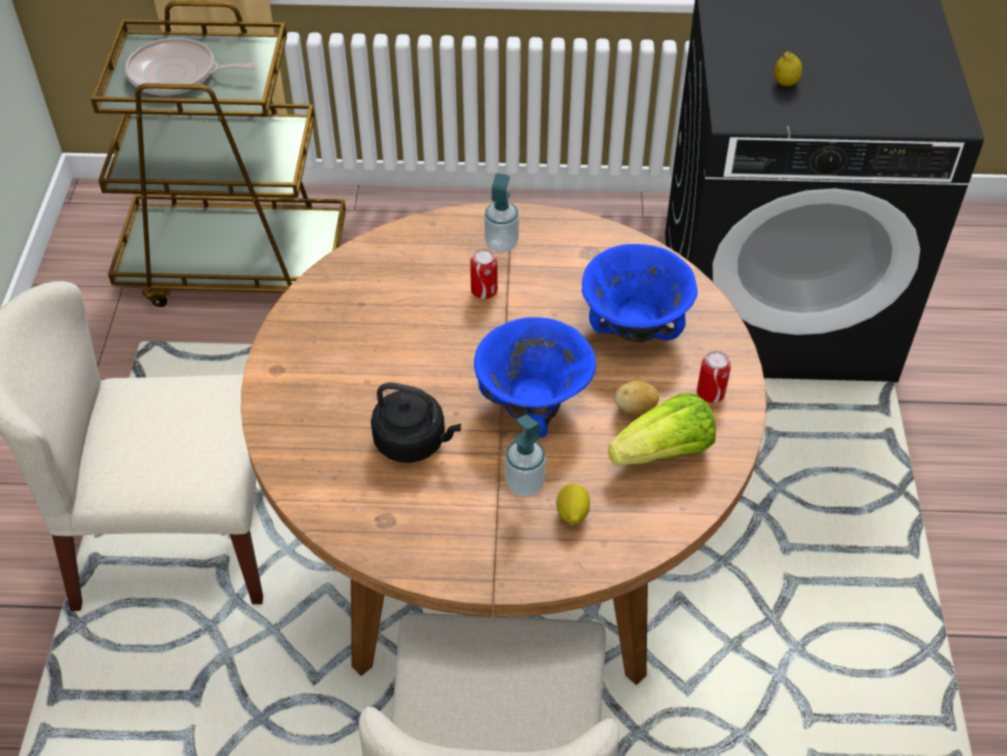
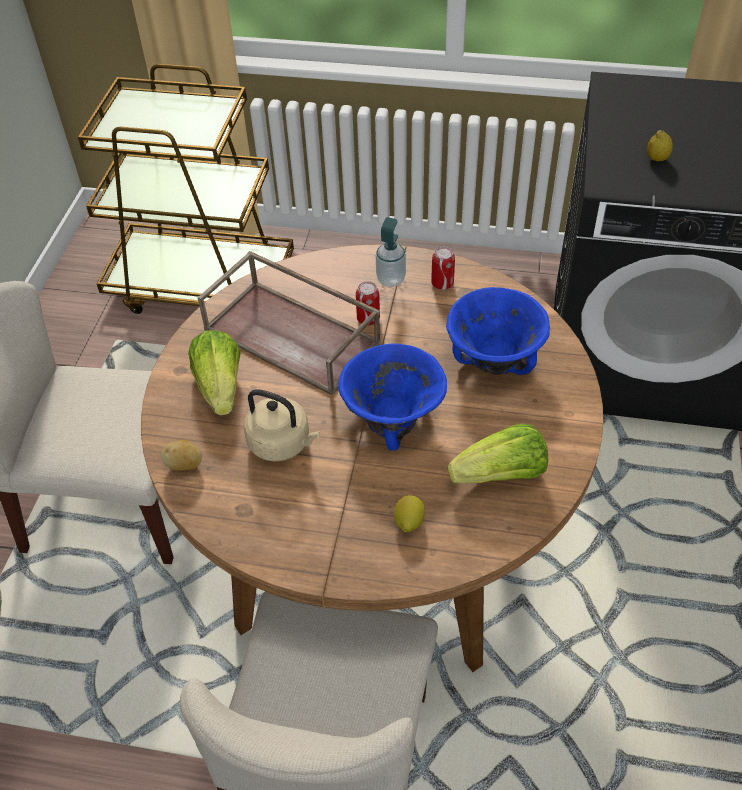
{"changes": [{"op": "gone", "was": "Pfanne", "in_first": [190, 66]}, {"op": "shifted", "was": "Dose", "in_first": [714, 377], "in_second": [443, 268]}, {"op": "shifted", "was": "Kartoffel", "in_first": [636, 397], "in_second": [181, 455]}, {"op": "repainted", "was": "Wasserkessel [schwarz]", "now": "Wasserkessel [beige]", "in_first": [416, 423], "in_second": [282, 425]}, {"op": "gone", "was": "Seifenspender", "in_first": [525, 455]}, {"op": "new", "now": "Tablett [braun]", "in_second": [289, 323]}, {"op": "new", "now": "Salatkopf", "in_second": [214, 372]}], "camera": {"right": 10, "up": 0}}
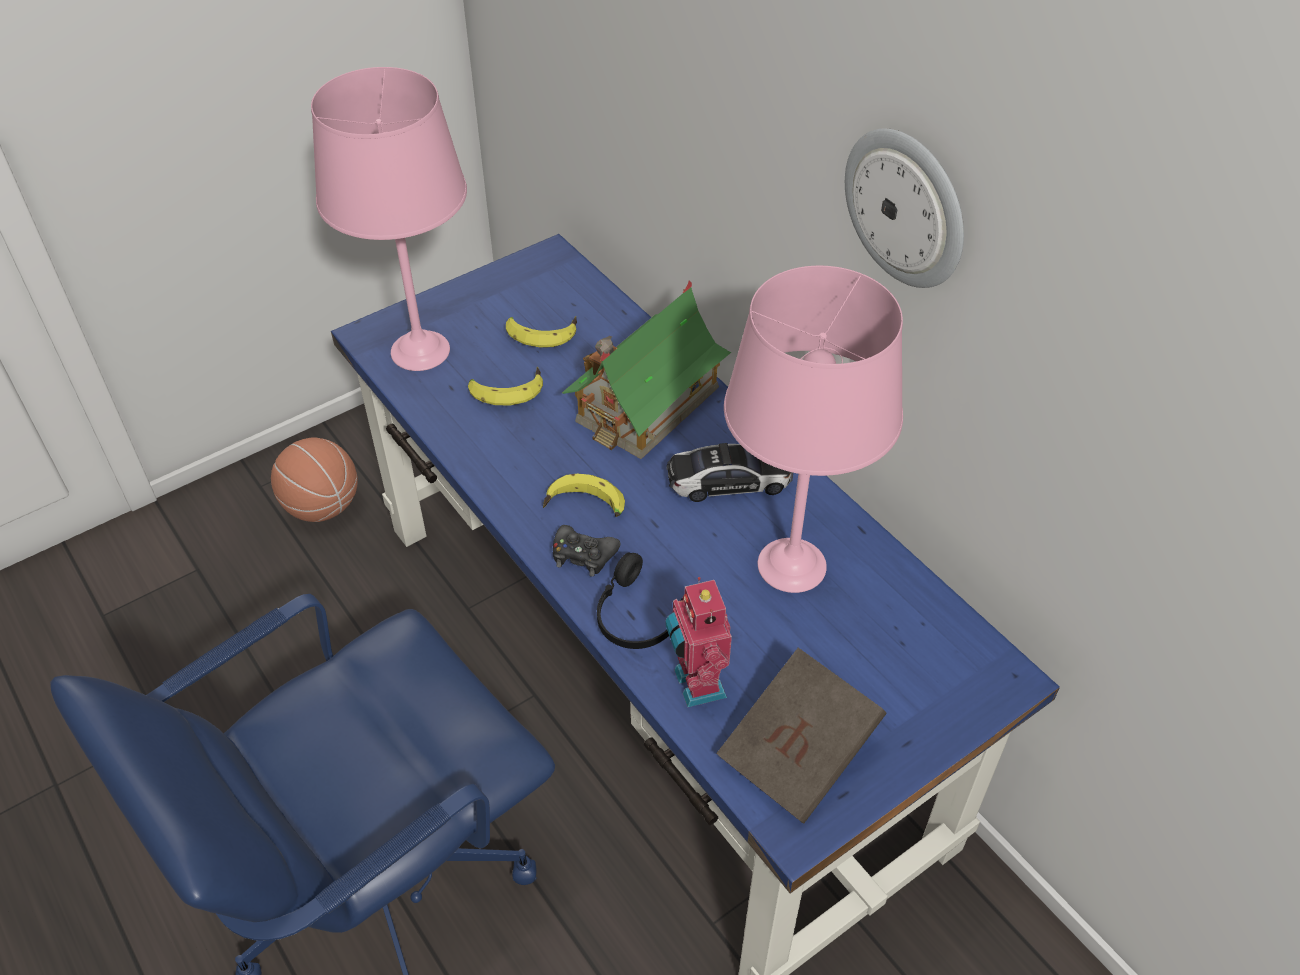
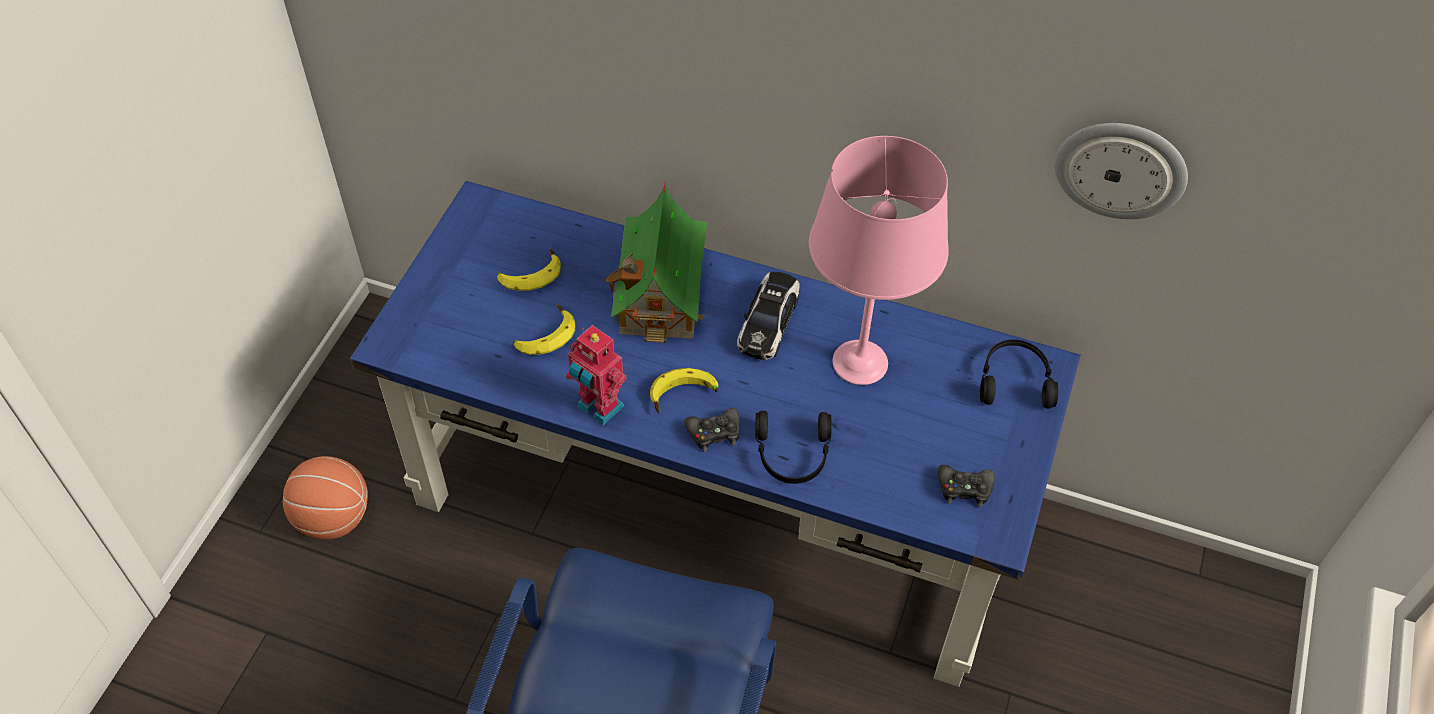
{"changes": [{"op": "gone", "was": "Tischlampe [rosa]", "in_first": [389, 219]}, {"op": "shifted", "was": "Wanduhr", "in_first": [904, 208], "in_second": [1121, 171]}, {"op": "rotated", "was": "Spielzeugauto", "in_first": [729, 472], "in_second": [768, 316], "clockwise": 150}, {"op": "shifted", "was": "Spielzeugroboter", "in_first": [698, 642], "in_second": [596, 375]}, {"op": "swapped", "was": "Buch [braun]", "now": "Gamepad [schwarz]", "in_first": [801, 736], "in_second": [966, 486]}, {"op": "new", "now": "Kopfhörer [schwarz]", "in_second": [1019, 374]}], "camera": {"right": -35, "up": 5}}
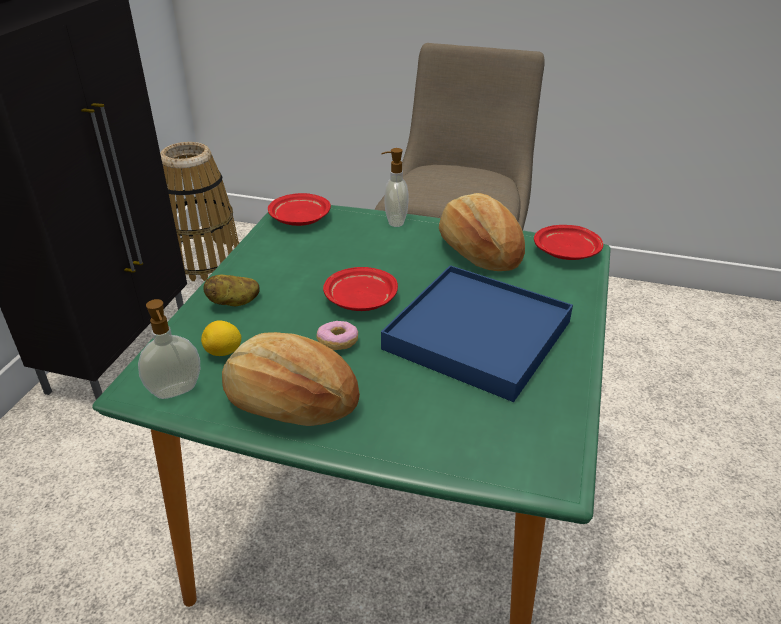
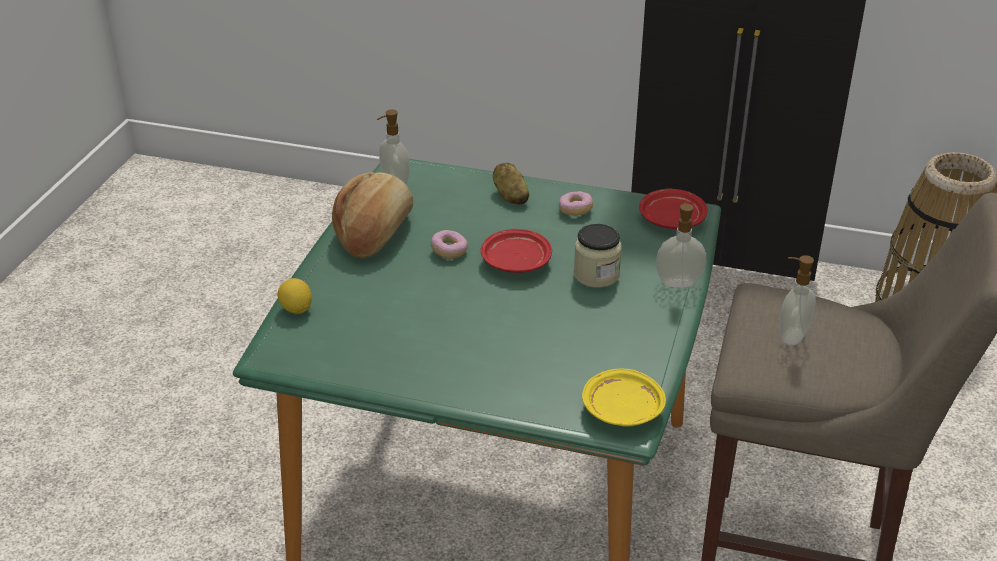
{"changes": [{"op": "gone", "was": "Brot", "in_first": [482, 232]}, {"op": "repainted", "was": "Teller [rot]", "now": "Teller [gelb]", "in_first": [568, 242], "in_second": [624, 398]}, {"op": "gone", "was": "Tablett [blau]", "in_first": [477, 333]}, {"op": "shifted", "was": "Zitrone", "in_first": [221, 338], "in_second": [295, 296]}, {"op": "new", "now": "Donut", "in_second": [576, 203]}, {"op": "new", "now": "Vorratsglas", "in_second": [598, 256]}, {"op": "new", "now": "Seifenspender", "in_second": [797, 300]}], "camera": {"right": 90, "up": 0}}
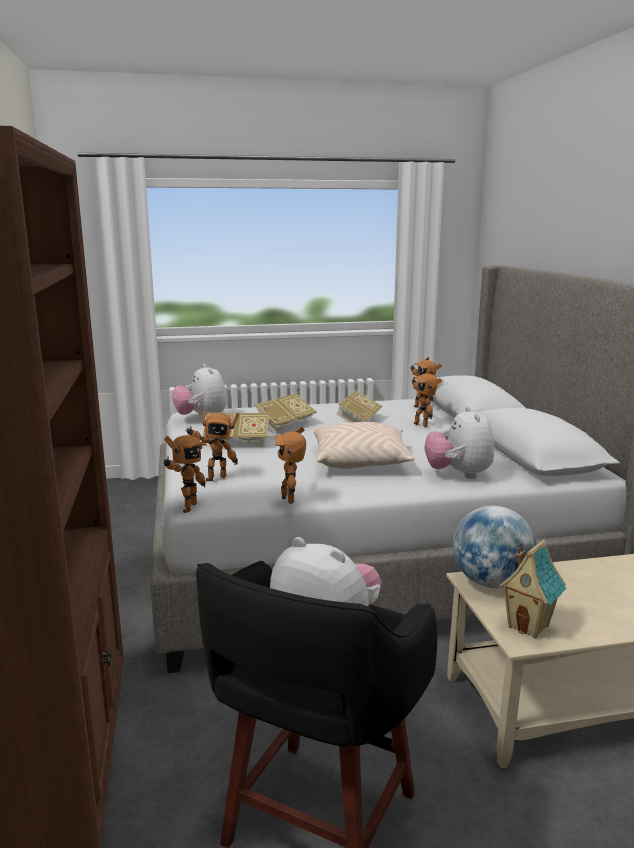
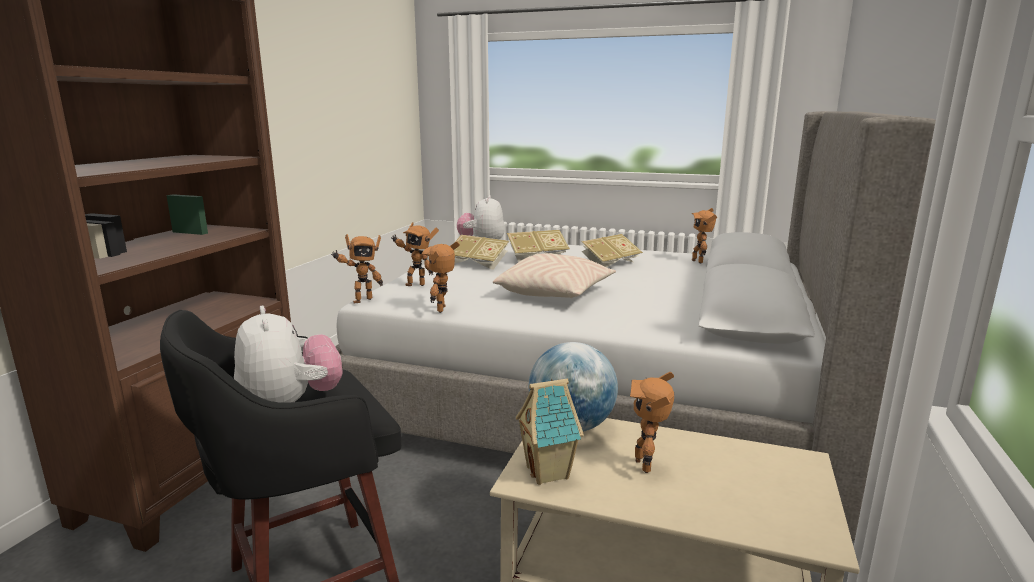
{"changes": [{"op": "shifted", "was": "Spielzeugroboter", "in_first": [427, 398], "in_second": [652, 422]}, {"op": "gone", "was": "Plüschtier", "in_first": [459, 442]}], "camera": {"right": 30, "up": 0}}
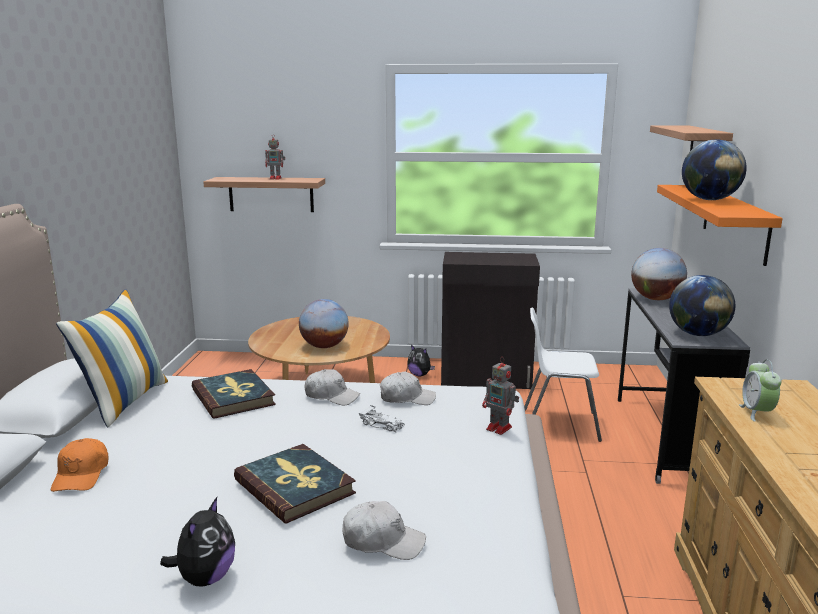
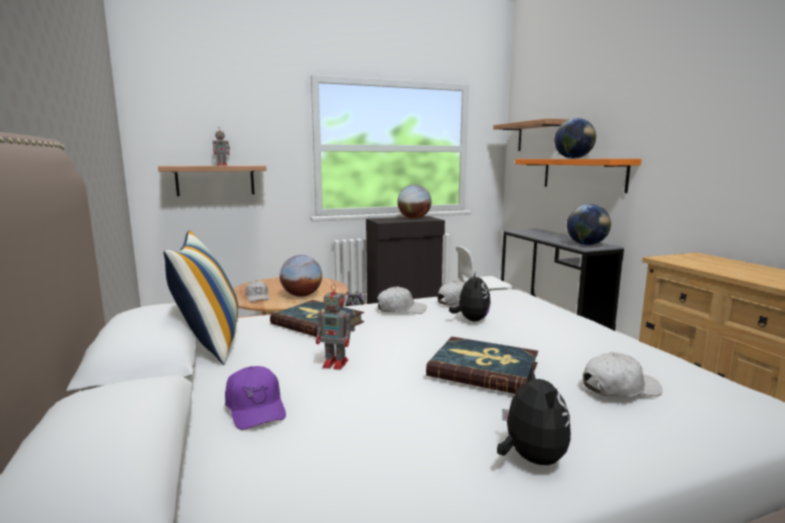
{"changes": [{"op": "shifted", "was": "Globus", "in_first": [659, 274], "in_second": [414, 202]}, {"op": "shifted", "was": "Spielzeugroboter", "in_first": [500, 396], "in_second": [335, 327]}, {"op": "gone", "was": "Wecker", "in_first": [760, 390]}, {"op": "swapped", "was": "Spielzeugauto [weiß]", "now": "Plüschtier", "in_first": [382, 418], "in_second": [470, 296]}, {"op": "repainted", "was": "Kappe [orange]", "now": "Kappe [lila]", "in_first": [79, 465], "in_second": [255, 398]}, {"op": "new", "now": "Kappe [weiß]", "in_second": [257, 291]}], "camera": {"right": -25, "up": -5}}
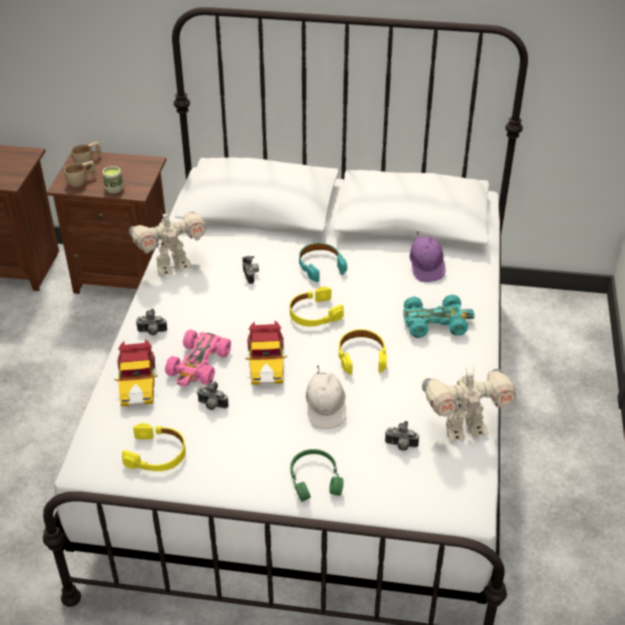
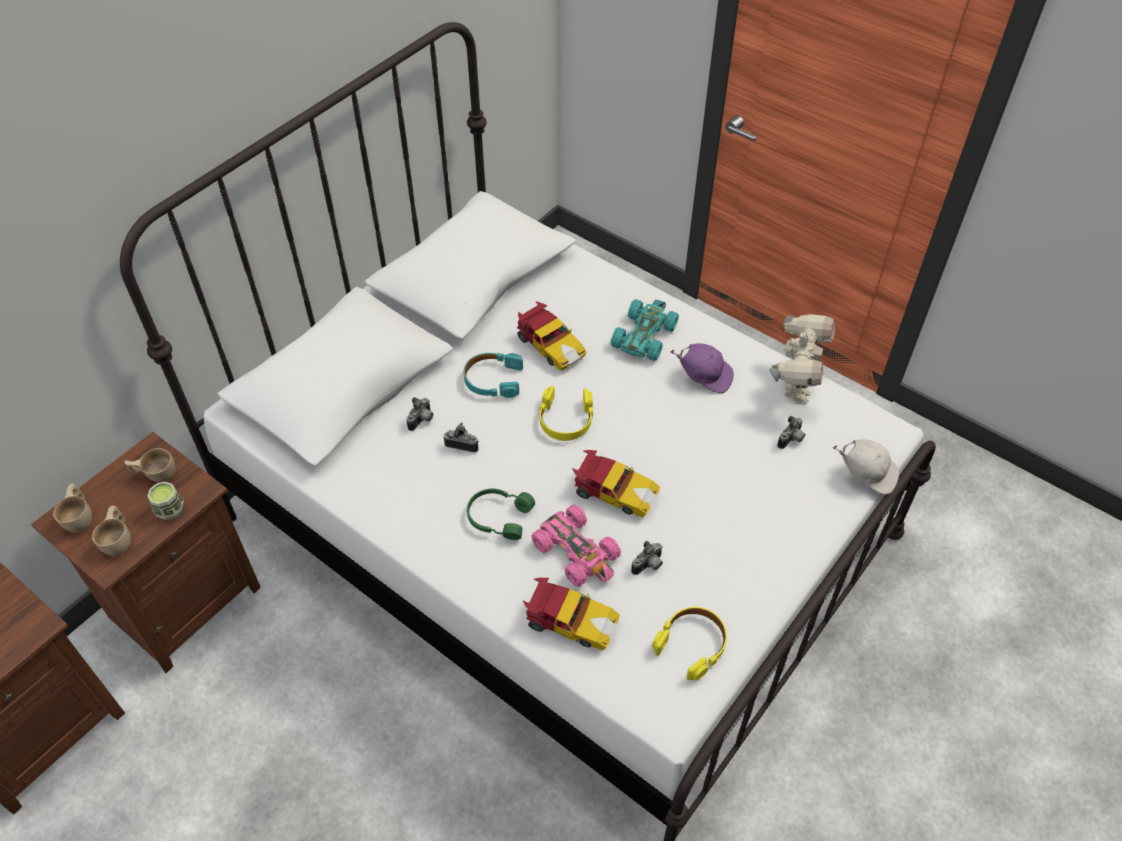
{"changes": [{"op": "gone", "was": "Spielzeugroboter", "in_first": [167, 241]}, {"op": "shifted", "was": "Kappe [lila]", "in_first": [427, 256], "in_second": [702, 368]}, {"op": "shifted", "was": "Kamera", "in_first": [151, 322], "in_second": [419, 414]}, {"op": "gone", "was": "Kopfhörer [gelb]", "in_first": [362, 352]}, {"op": "shifted", "was": "Kappe [weiß]", "in_first": [326, 397], "in_second": [866, 467]}, {"op": "shifted", "was": "Kopfhörer [grün]", "in_first": [316, 475], "in_second": [501, 514]}, {"op": "new", "now": "Spielzeugauto", "in_second": [552, 336]}, {"op": "new", "now": "Tasse [beige]", "in_second": [150, 465]}], "camera": {"right": -60, "up": 10}}
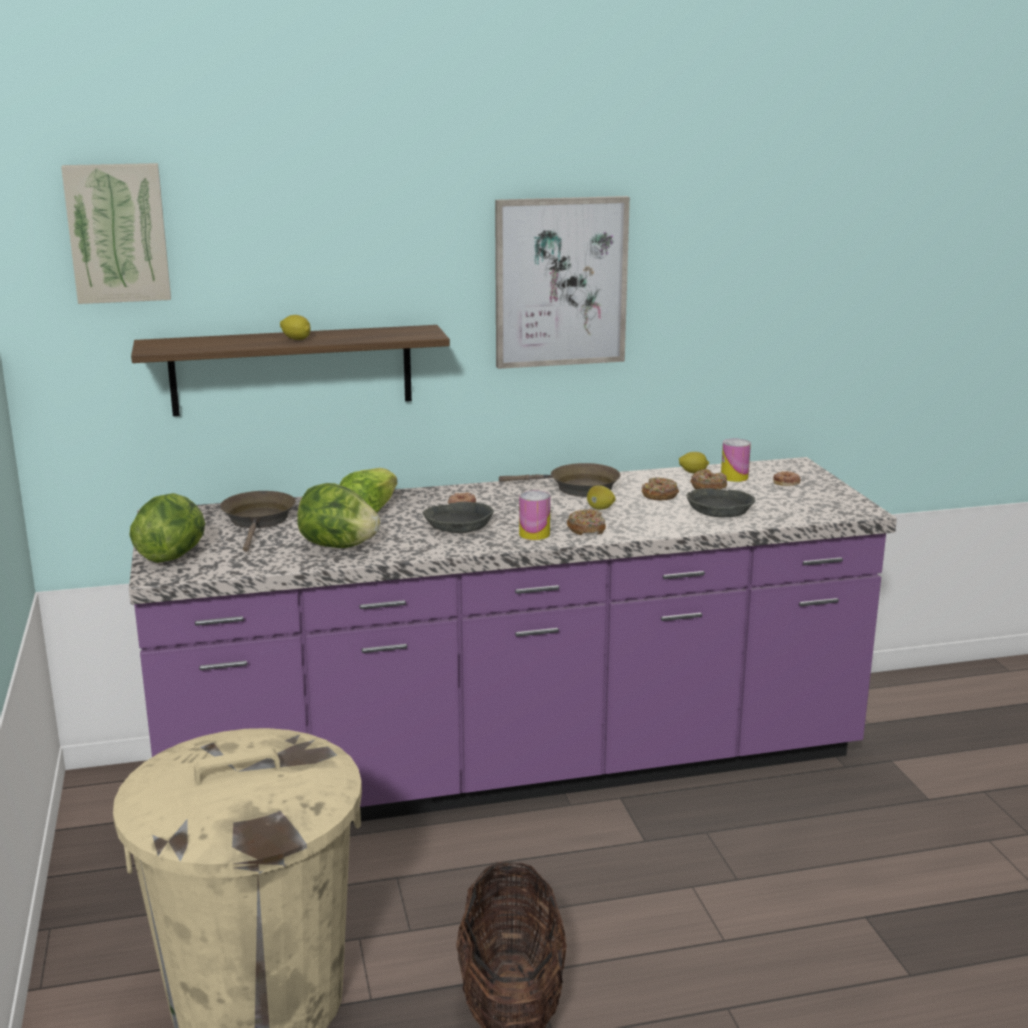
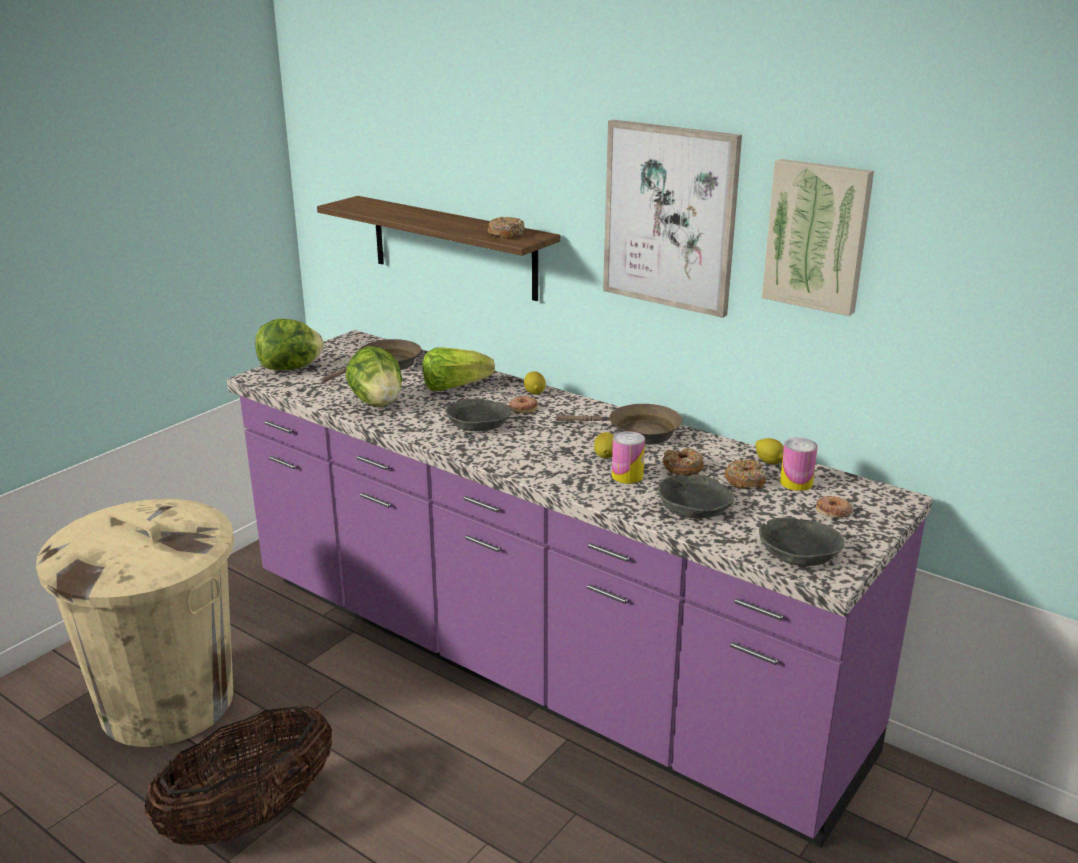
{"changes": [{"op": "shifted", "was": "Bild", "in_first": [116, 233], "in_second": [818, 237]}, {"op": "shifted", "was": "Zitrone", "in_first": [295, 327], "in_second": [535, 383]}, {"op": "rotated", "was": "Pfanne [braun]", "in_first": [559, 480], "in_second": [619, 424], "clockwise": -45}, {"op": "shifted", "was": "Dose", "in_first": [534, 515], "in_second": [628, 457]}, {"op": "shifted", "was": "Donut", "in_first": [586, 522], "in_second": [506, 227]}, {"op": "new", "now": "Schüssel [grau]", "in_second": [801, 541]}], "camera": {"right": 50, "up": 5}}
